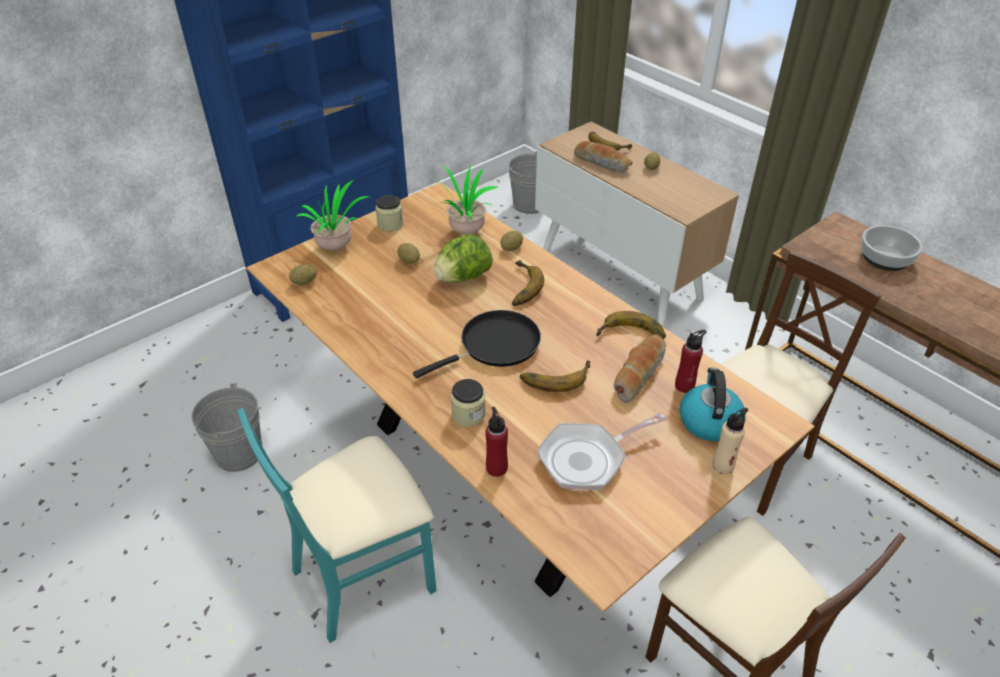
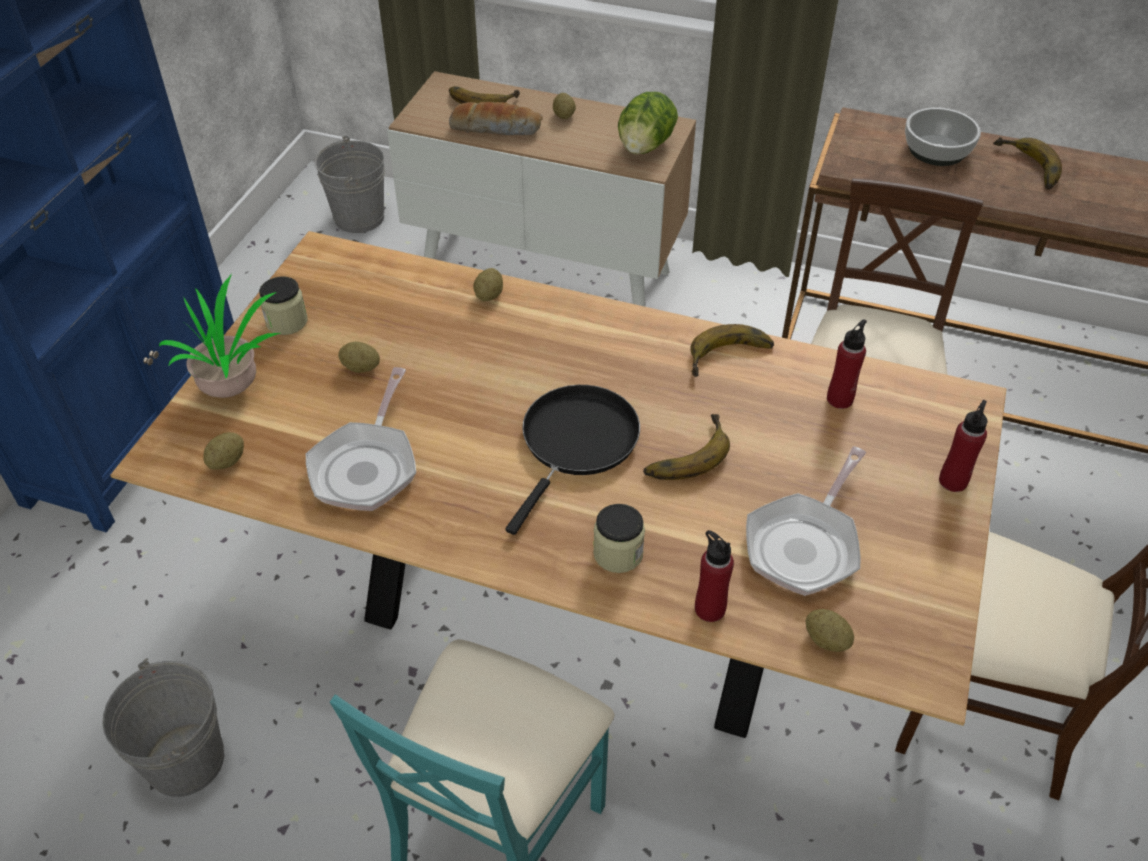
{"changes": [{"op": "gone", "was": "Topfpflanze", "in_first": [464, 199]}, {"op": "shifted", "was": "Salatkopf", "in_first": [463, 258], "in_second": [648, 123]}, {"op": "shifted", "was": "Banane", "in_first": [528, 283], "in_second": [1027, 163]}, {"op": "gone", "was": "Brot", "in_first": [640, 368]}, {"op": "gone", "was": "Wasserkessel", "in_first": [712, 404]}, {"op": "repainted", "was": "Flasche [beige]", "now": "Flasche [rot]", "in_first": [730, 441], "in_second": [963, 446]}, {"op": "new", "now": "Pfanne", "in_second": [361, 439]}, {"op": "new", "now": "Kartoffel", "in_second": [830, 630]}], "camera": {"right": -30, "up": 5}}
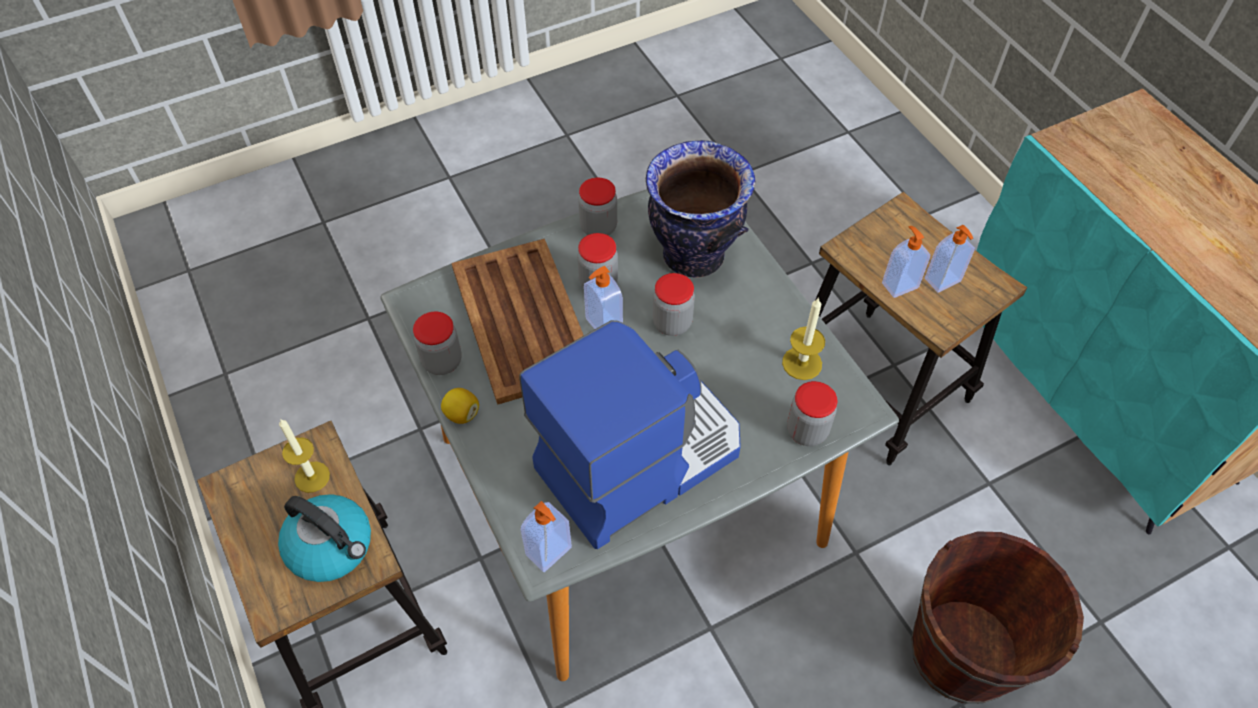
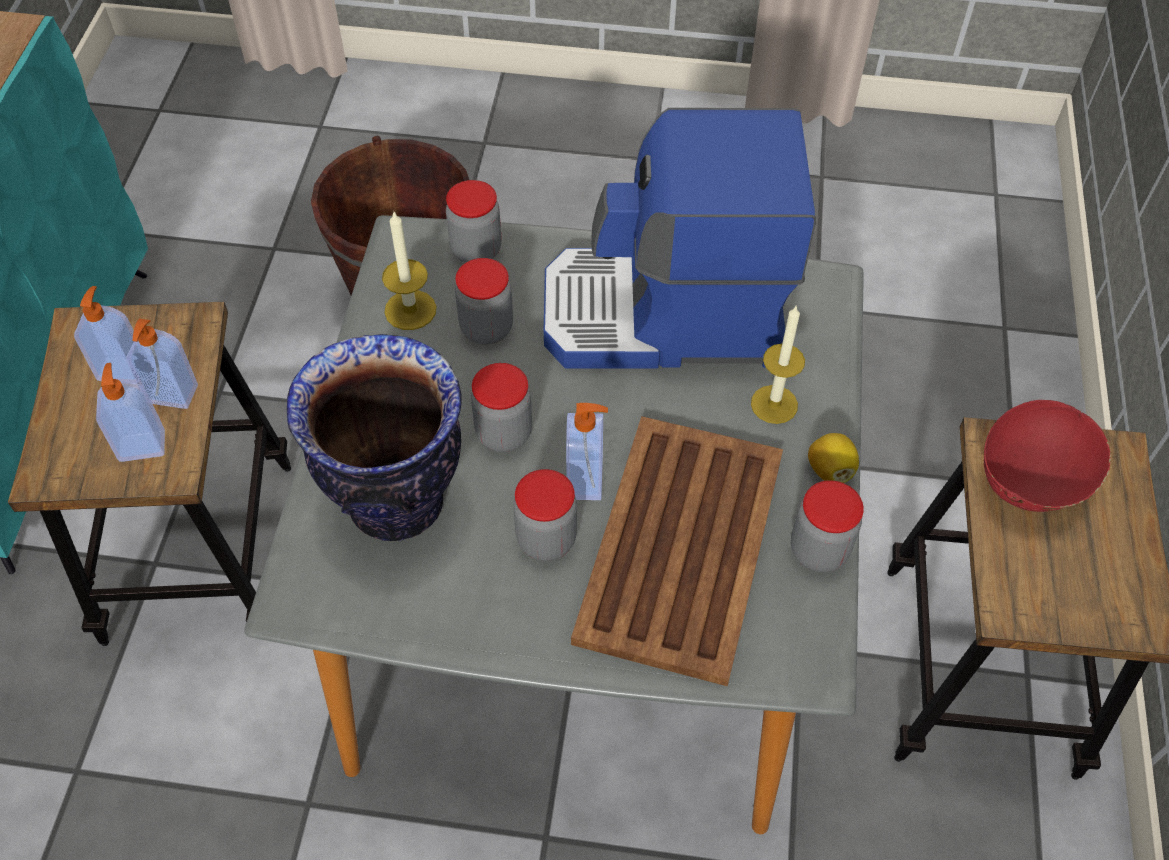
{"changes": [{"op": "shifted", "was": "Vorratsglas", "in_first": [597, 207], "in_second": [484, 301]}, {"op": "shifted", "was": "Kerze", "in_first": [304, 455], "in_second": [778, 365]}, {"op": "swapped", "was": "Wasserkessel", "now": "Schüssel [rot]", "in_first": [324, 538], "in_second": [1047, 456]}, {"op": "shifted", "was": "Seifenspender", "in_first": [546, 536], "in_second": [130, 412]}], "camera": {"right": -145, "up": 0}}
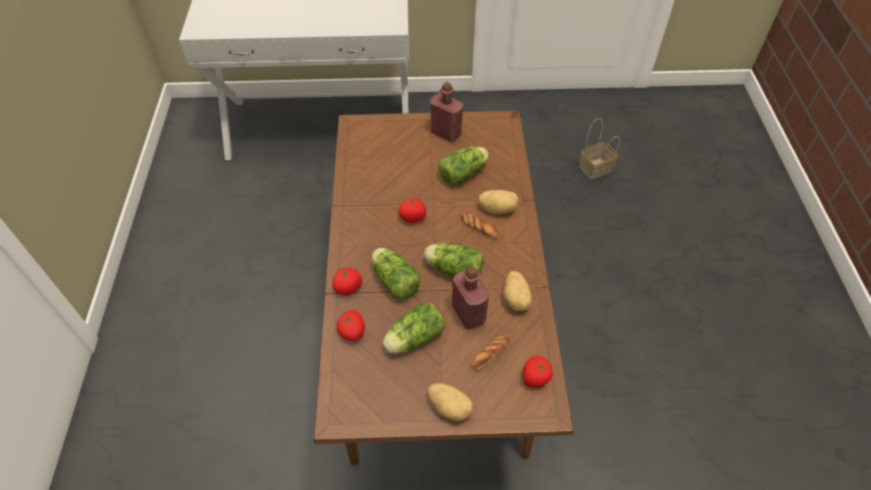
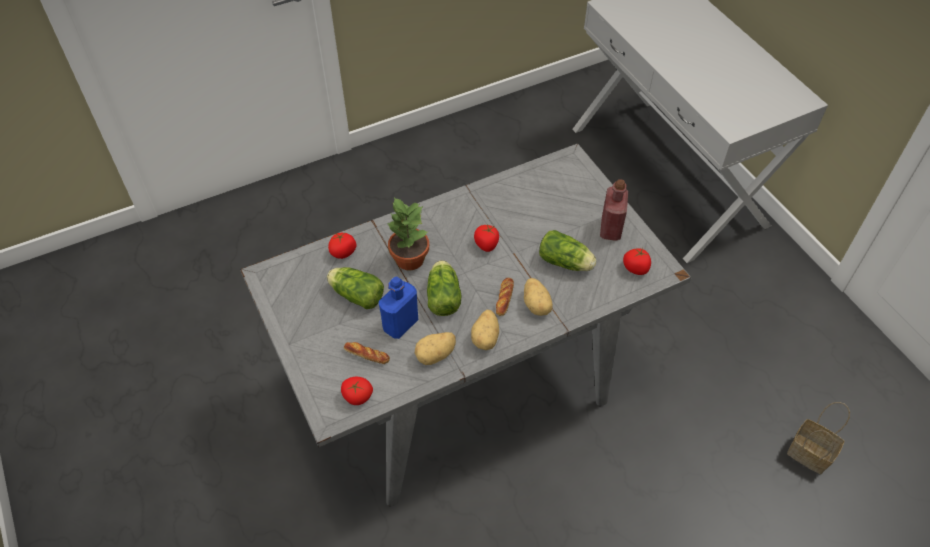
{"changes": [{"op": "repainted", "was": "Esstisch [braun]", "now": "Esstisch [grau]", "in_first": [444, 288], "in_second": [465, 324]}, {"op": "swapped", "was": "Salatkopf", "now": "Topfpflanze", "in_first": [396, 274], "in_second": [408, 233]}, {"op": "repainted", "was": "Flasche [rot]", "now": "Flasche [blau]", "in_first": [470, 297], "in_second": [398, 307]}, {"op": "shifted", "was": "Tomate", "in_first": [347, 281], "in_second": [637, 261]}, {"op": "shifted", "was": "Kartoffel", "in_first": [450, 402], "in_second": [485, 330]}], "camera": {"right": 65, "up": 0}}
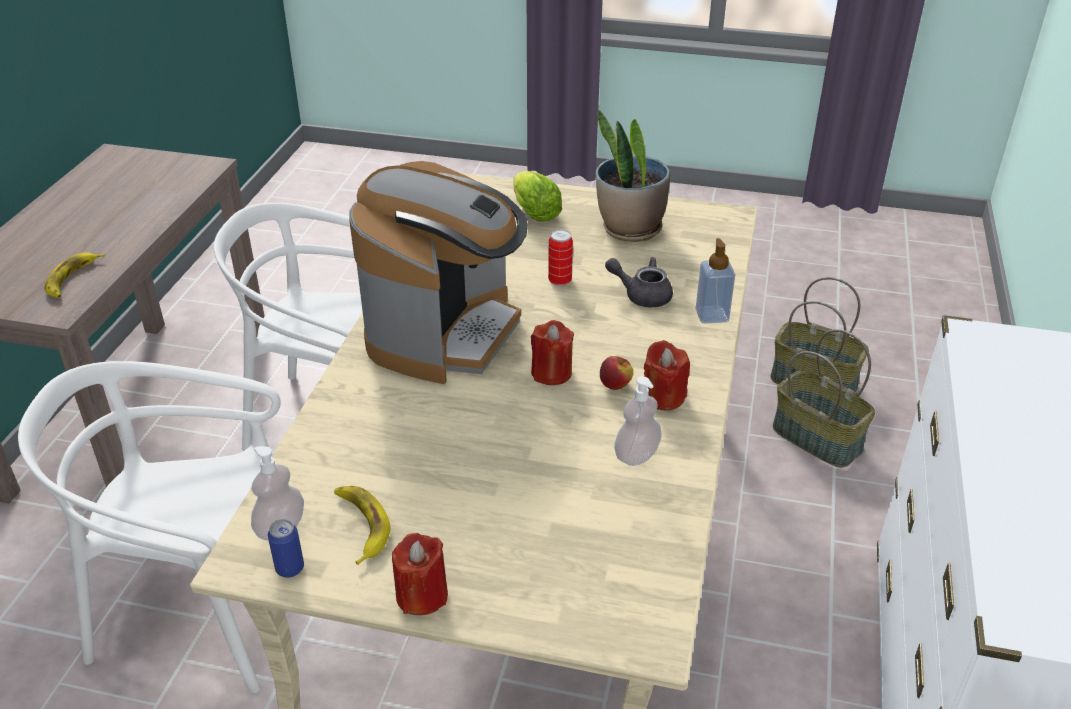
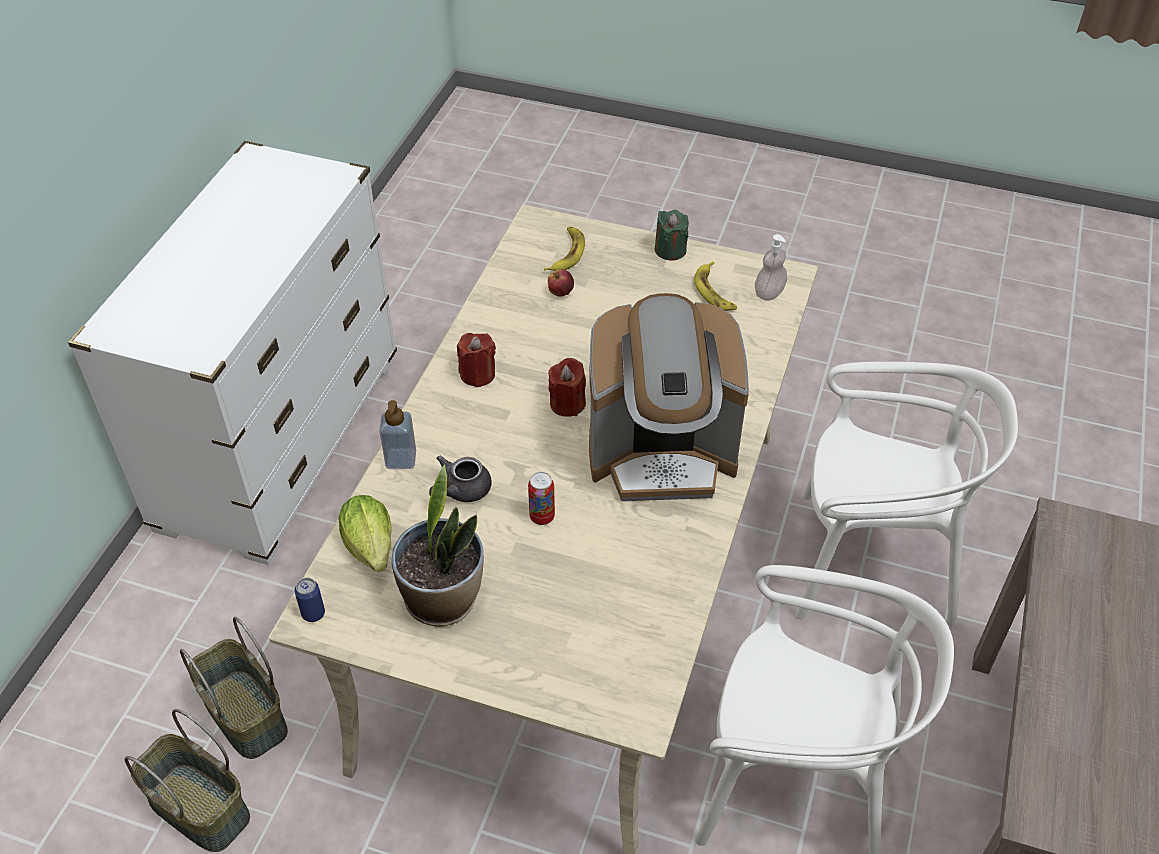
{"changes": [{"op": "rotated", "was": "Kaffeemaschine", "in_first": [438, 272], "in_second": [669, 397], "clockwise": -120}, {"op": "shifted", "was": "Salatkopf", "in_first": [537, 196], "in_second": [365, 533]}, {"op": "shifted", "was": "Banane", "in_first": [74, 275], "in_second": [564, 248]}, {"op": "rotated", "was": "Teekanne [grau]", "in_first": [639, 282], "in_second": [460, 479], "clockwise": 105}, {"op": "shifted", "was": "Apfel", "in_first": [616, 373], "in_second": [561, 283]}, {"op": "gone", "was": "Seifenspender", "in_first": [637, 421]}, {"op": "shifted", "was": "Dose", "in_first": [286, 548], "in_second": [309, 600]}, {"op": "repainted", "was": "Kerze [rot]", "now": "Kerze [grün]", "in_first": [420, 574], "in_second": [672, 235]}], "camera": {"right": -175, "up": 10}}
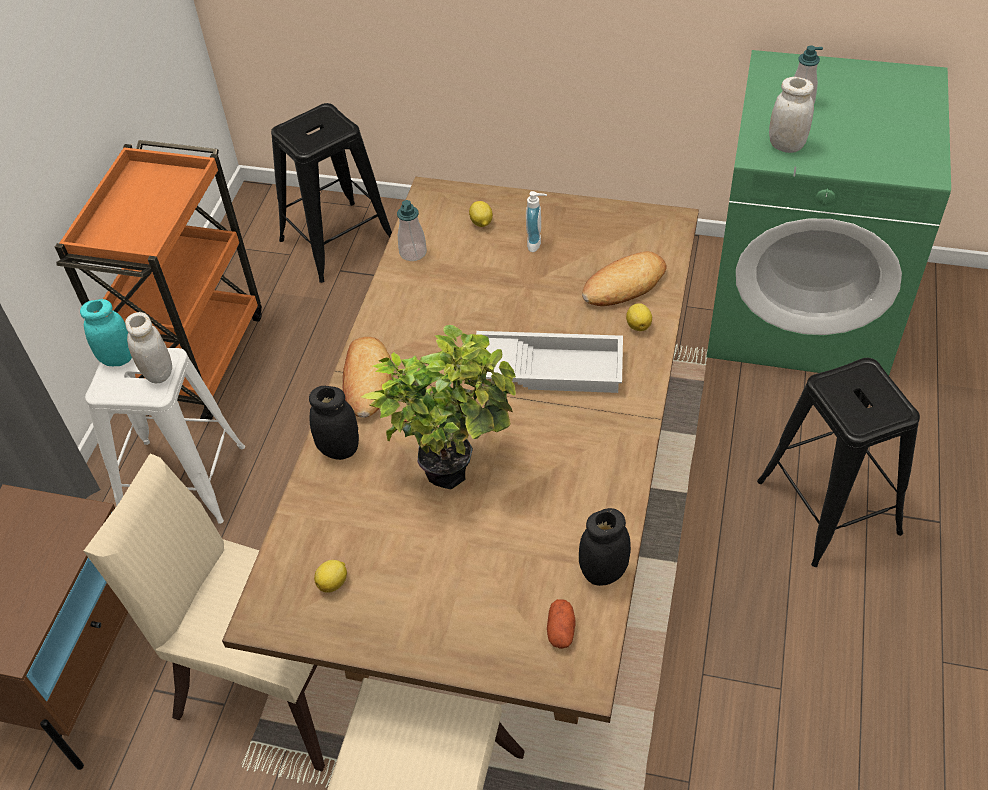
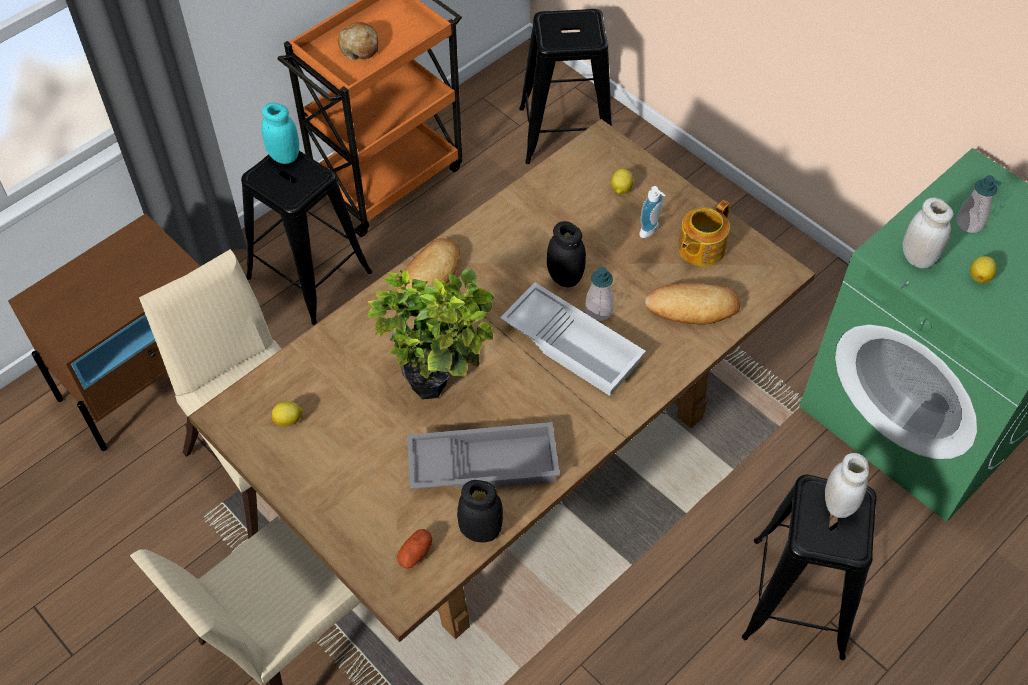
{"changes": [{"op": "shifted", "was": "Seifenspender", "in_first": [412, 230], "in_second": [599, 294]}, {"op": "shifted", "was": "Zitrone", "in_first": [639, 317], "in_second": [983, 269]}, {"op": "shifted", "was": "Vorratsglas [weiß]", "in_first": [148, 347], "in_second": [847, 485]}, {"op": "repainted", "was": "Hocker [weiß]", "now": "Hocker [schwarz]", "in_first": [165, 436], "in_second": [306, 238]}, {"op": "shifted", "was": "Vorratsglas [schwarz]", "in_first": [334, 423], "in_second": [566, 254]}, {"op": "new", "now": "Brot", "in_second": [358, 41]}, {"op": "new", "now": "Teekanne", "in_second": [704, 233]}, {"op": "new", "now": "Tablett [grau]", "in_second": [483, 455]}], "camera": {"right": 30, "up": 5}}
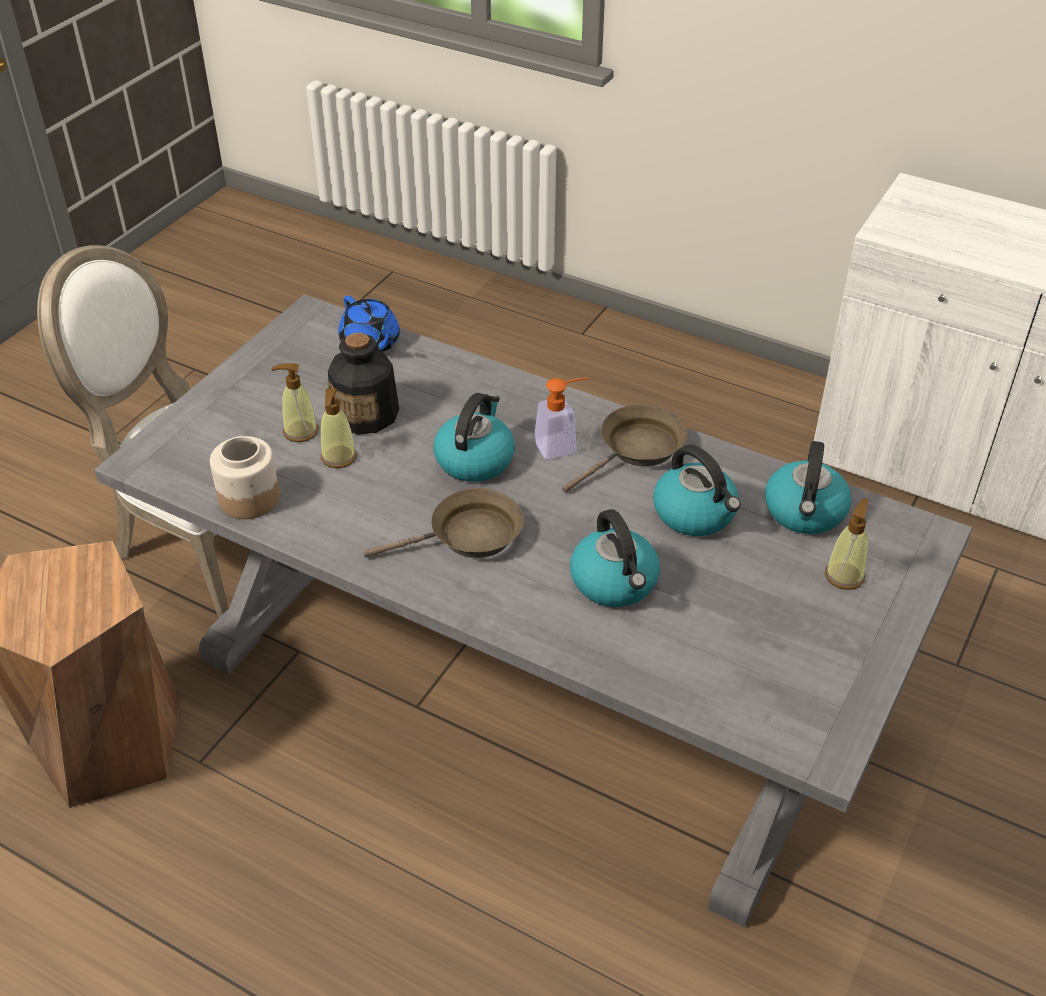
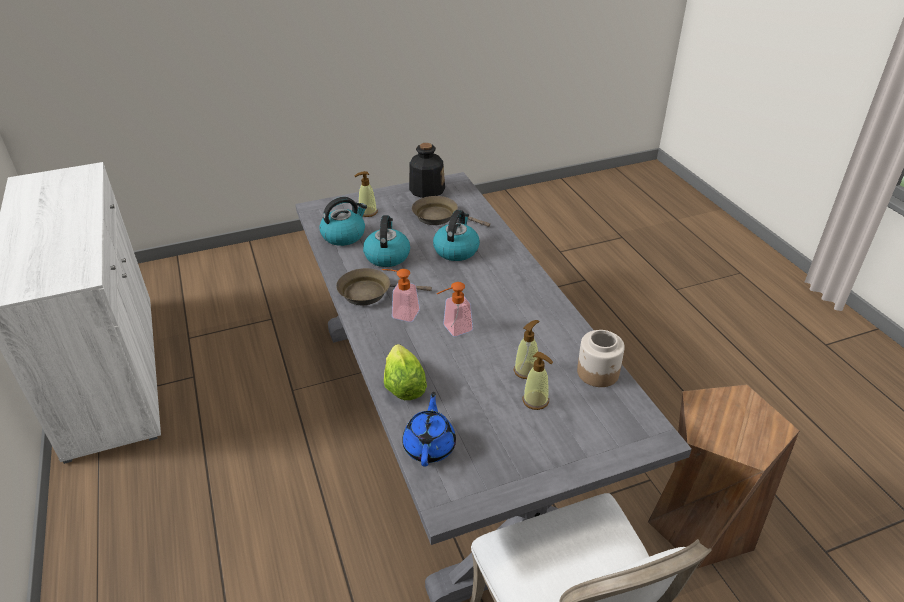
{"changes": [{"op": "shifted", "was": "Flasche", "in_first": [363, 384], "in_second": [427, 170]}, {"op": "swapped", "was": "Wasserkessel", "now": "Seifenspender", "in_first": [474, 437], "in_second": [455, 309]}, {"op": "shifted", "was": "Pfanne [braun]", "in_first": [443, 523], "in_second": [451, 211]}, {"op": "new", "now": "Salatkopf", "in_second": [405, 372]}], "camera": {"right": -140, "up": -5}}
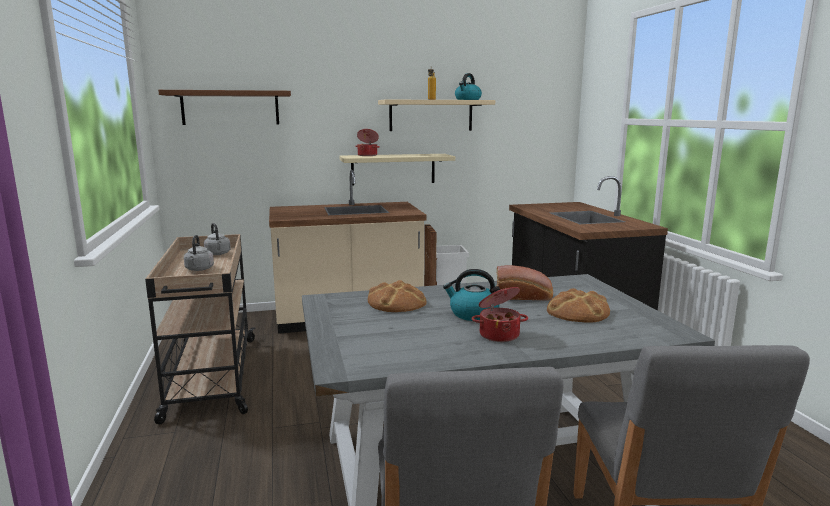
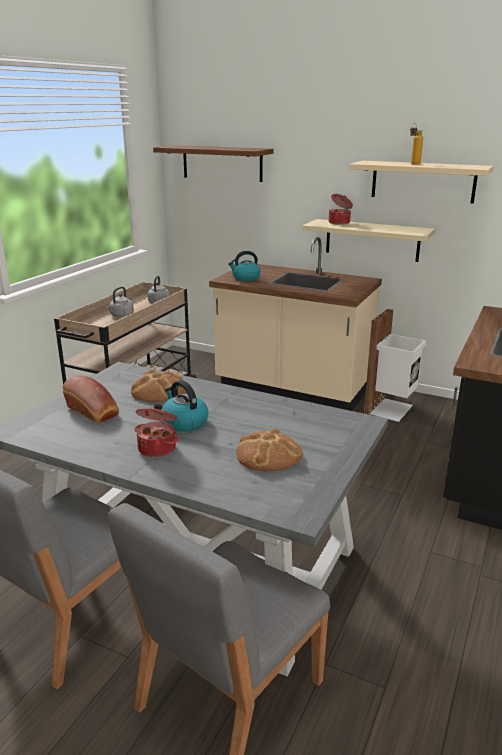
{"changes": [{"op": "shifted", "was": "Wasserkessel", "in_first": [468, 86], "in_second": [244, 266]}, {"op": "shifted", "was": "Brot", "in_first": [525, 283], "in_second": [91, 399]}], "camera": {"right": 40, "up": 10}}
